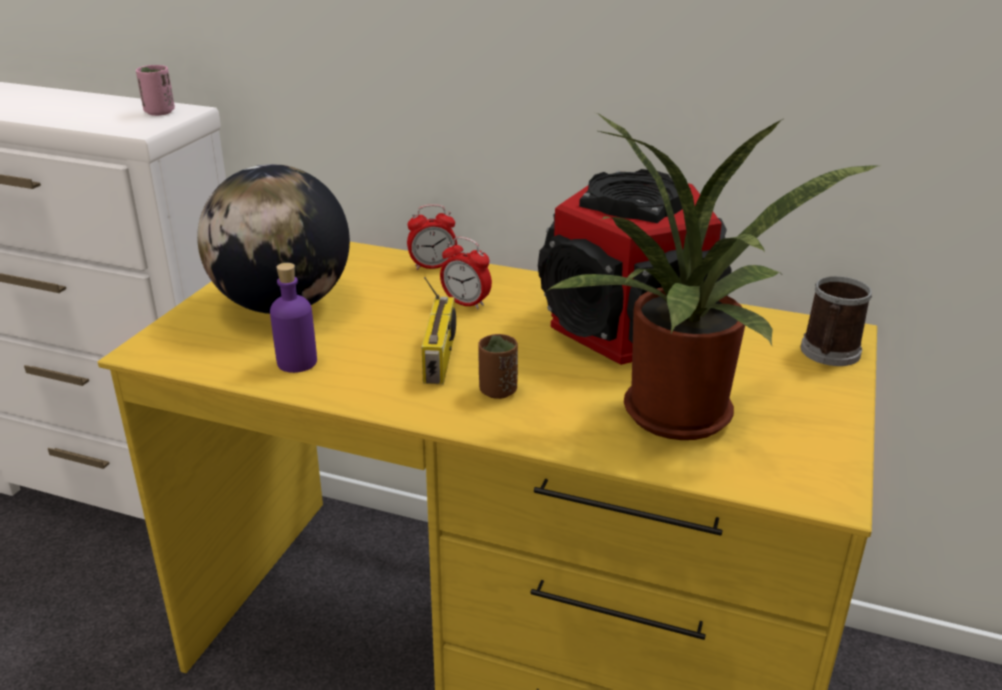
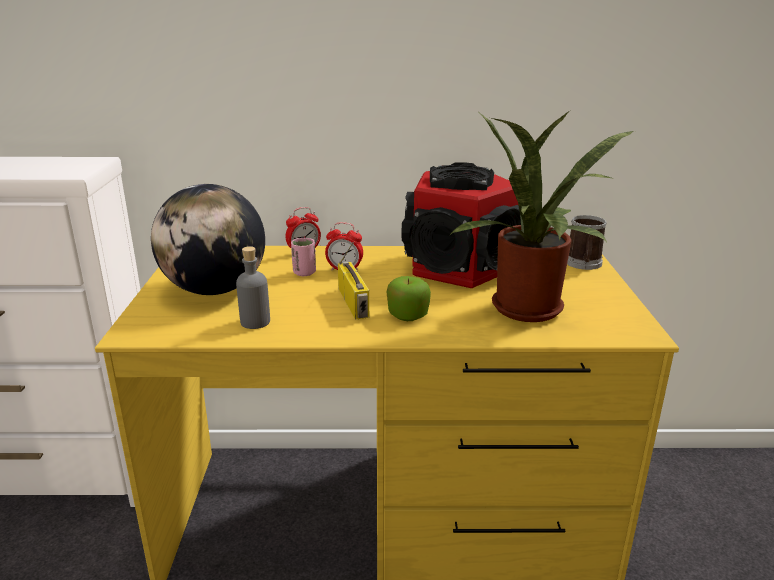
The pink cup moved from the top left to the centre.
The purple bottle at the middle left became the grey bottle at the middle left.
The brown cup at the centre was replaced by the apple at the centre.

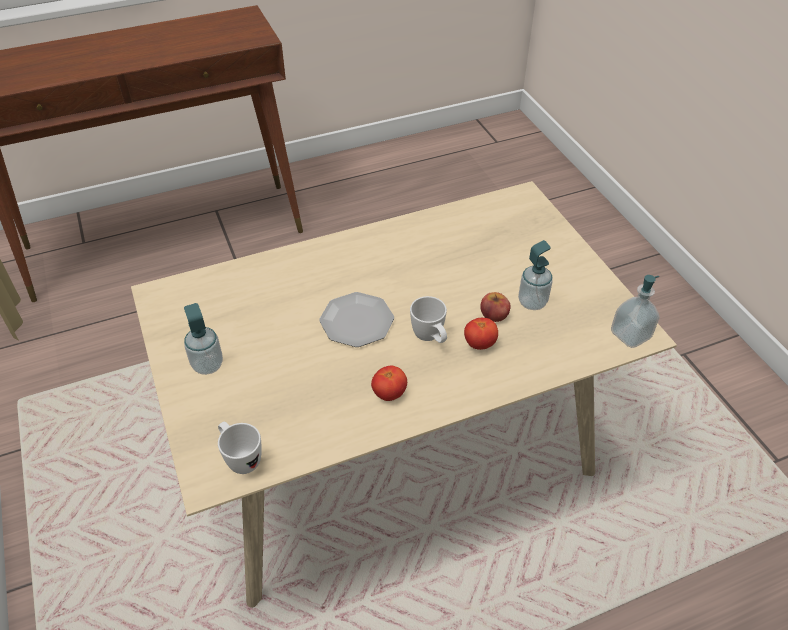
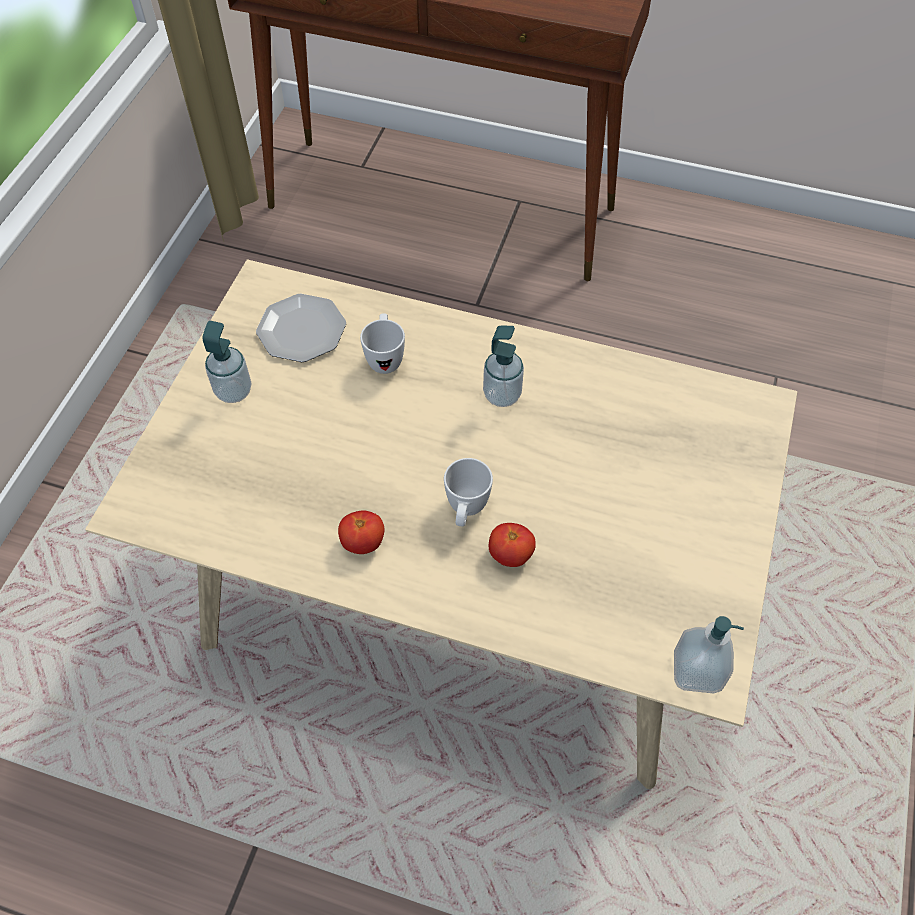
The soap dispenser (2nd from left) moved from the middle right to the centre.
The plate moved from the centre to the middle left.
The apple at the centre disappeared.
The white mug (1st from left) moved from the bottom left to the centre.

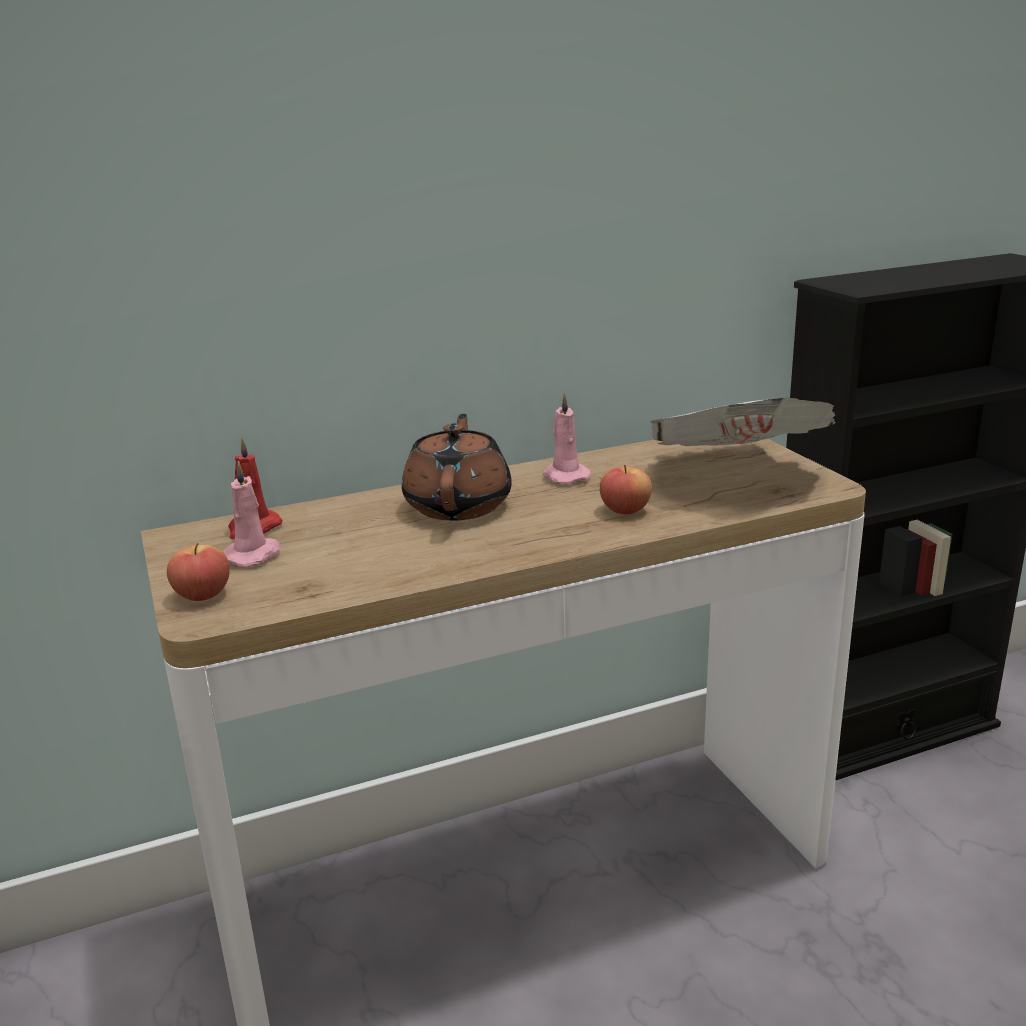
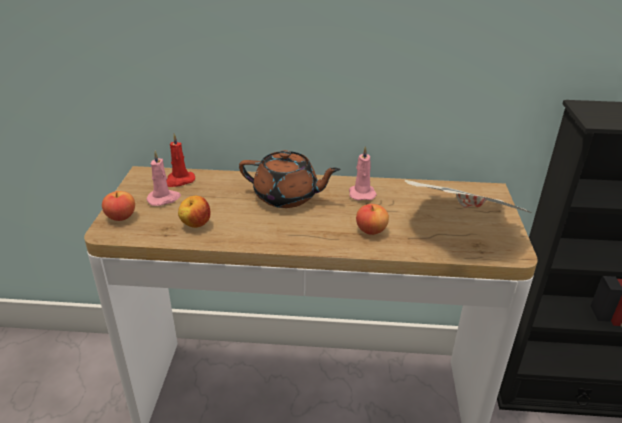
The brown teapot at the centre turned 75 degrees clockwise.
The apple (2nd from left) at the middle left appeared.

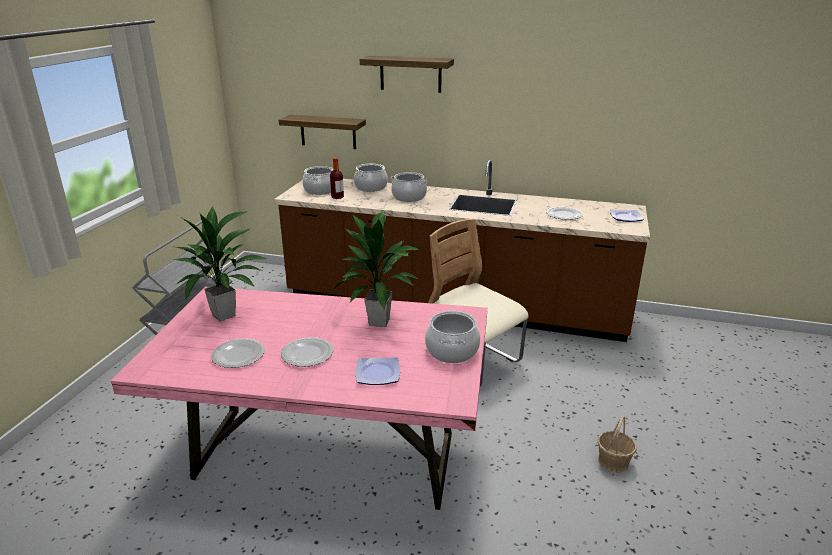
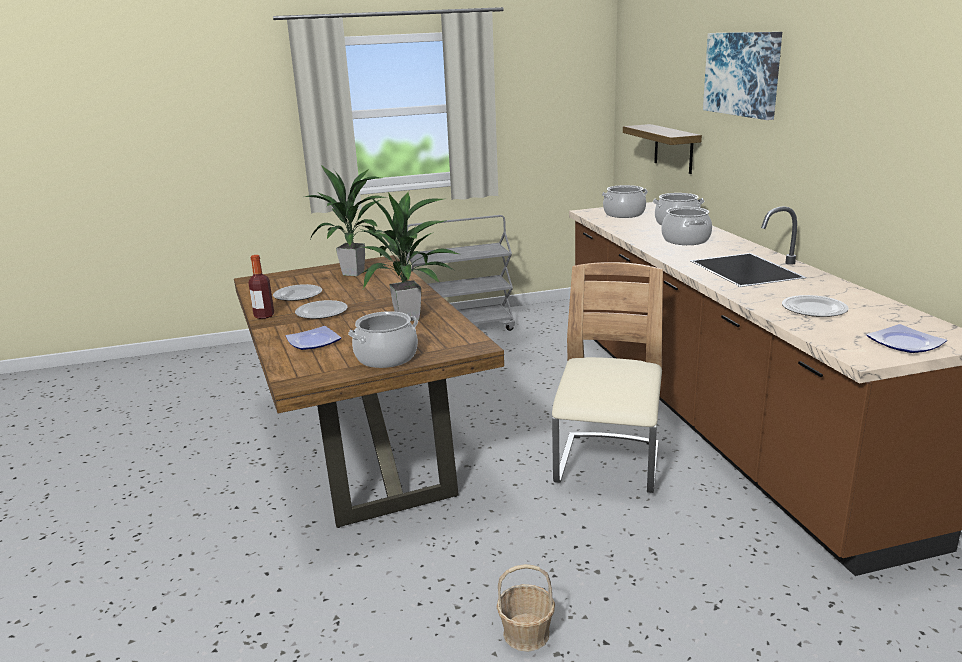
The shelf (2nd from left) at the top centre was replaced by the picture at the top right.
The bottle moved from the top centre to the middle left.
The pink dining table at the bottom centre became the brown dining table at the centre.

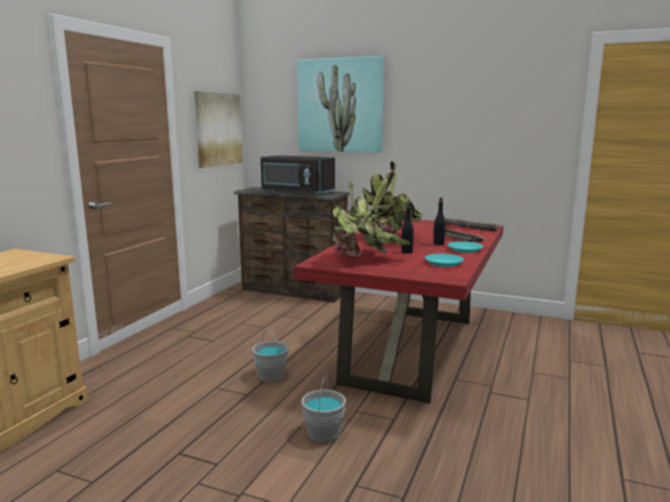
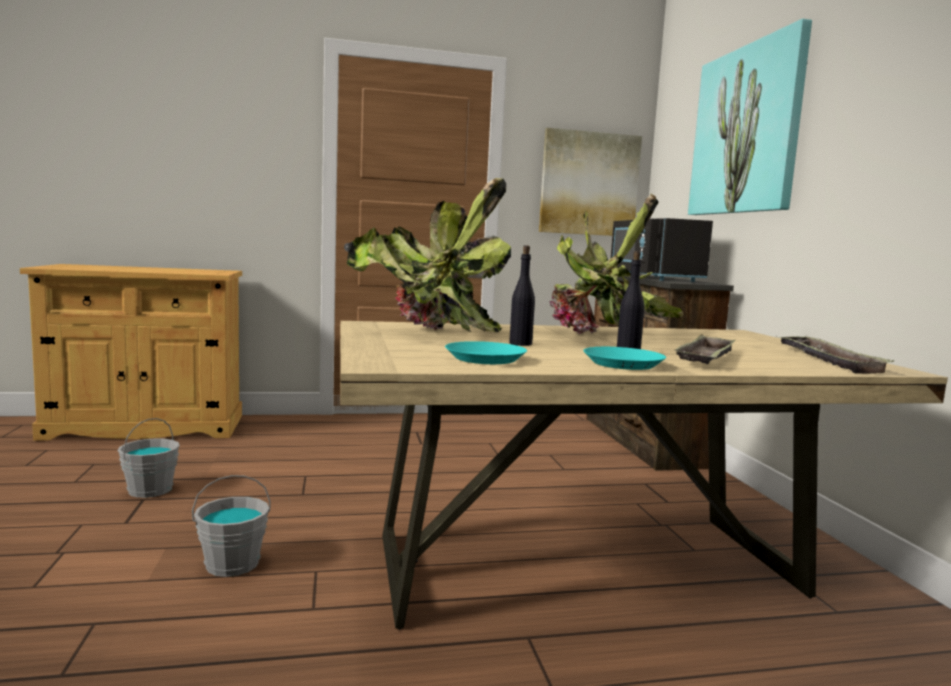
The red dining table at the centre became the beige dining table at the bottom right.
The grey bucket (1st from left) moved from the bottom centre to the bottom left.

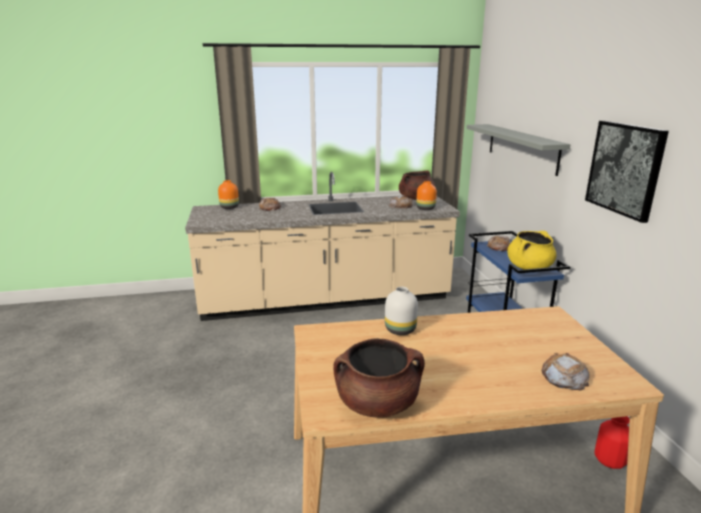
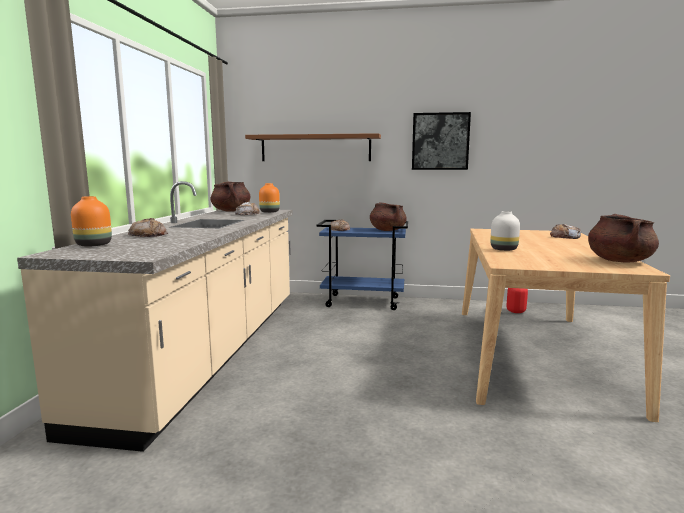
The grey shelf at the top right became the brown shelf at the top centre.
The yellow cooking pot at the middle right became the brown cooking pot (2nd from left) at the centre.

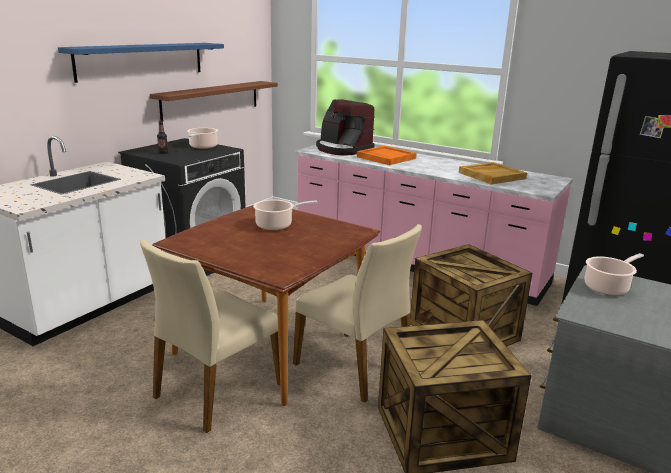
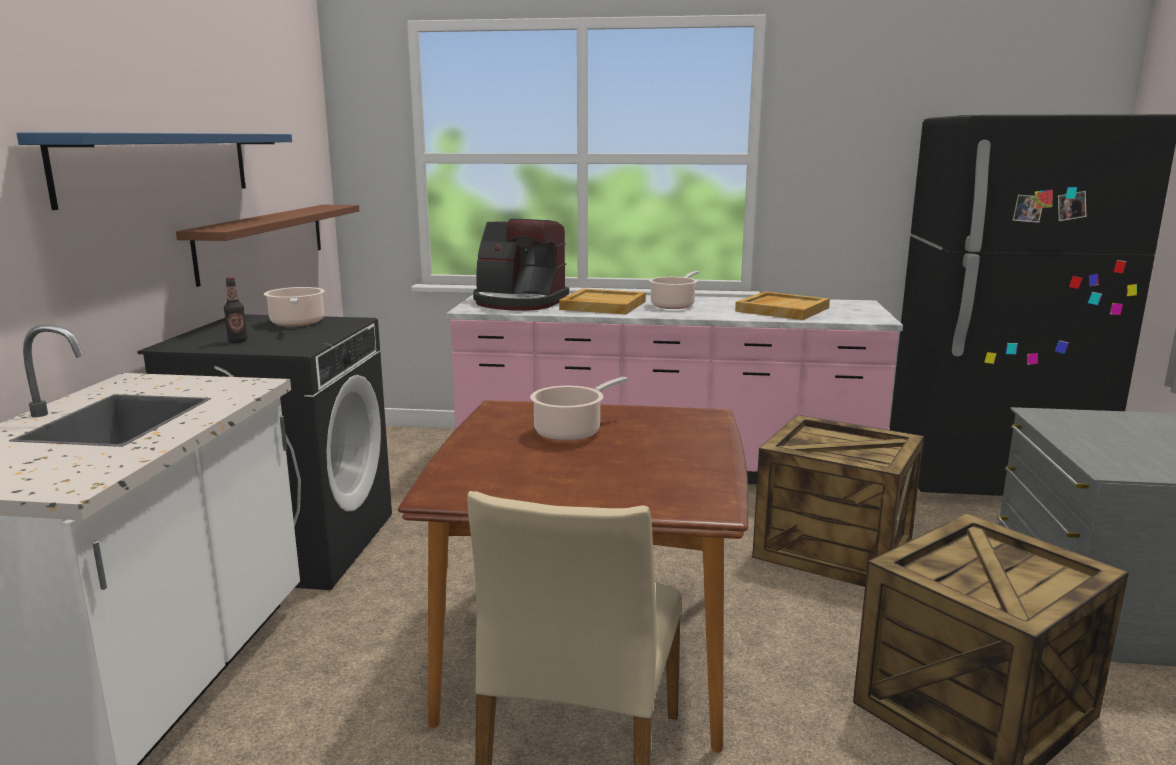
The orange tray at the top centre became the beige tray (1st from left) at the centre.
The beige chair (2nd from left) at the centre disappeared.
The cooking pot (3rd from left) moved from the middle right to the centre.

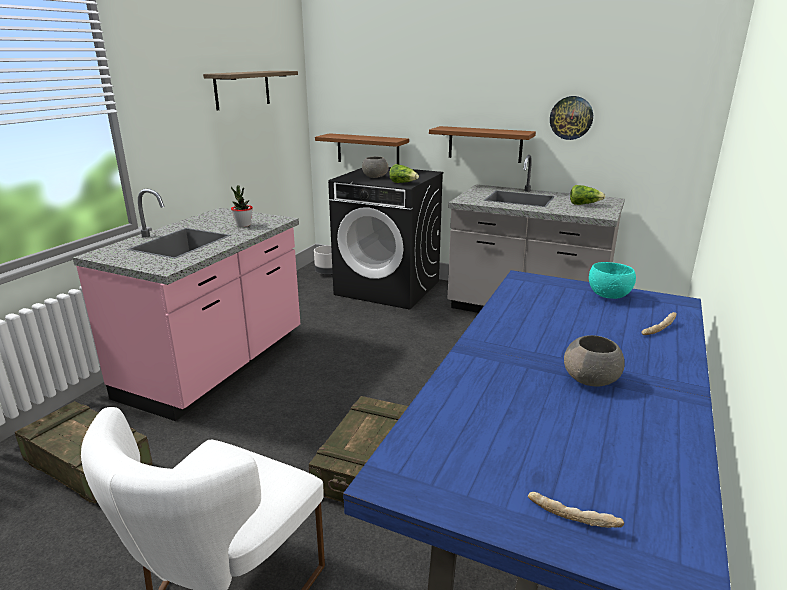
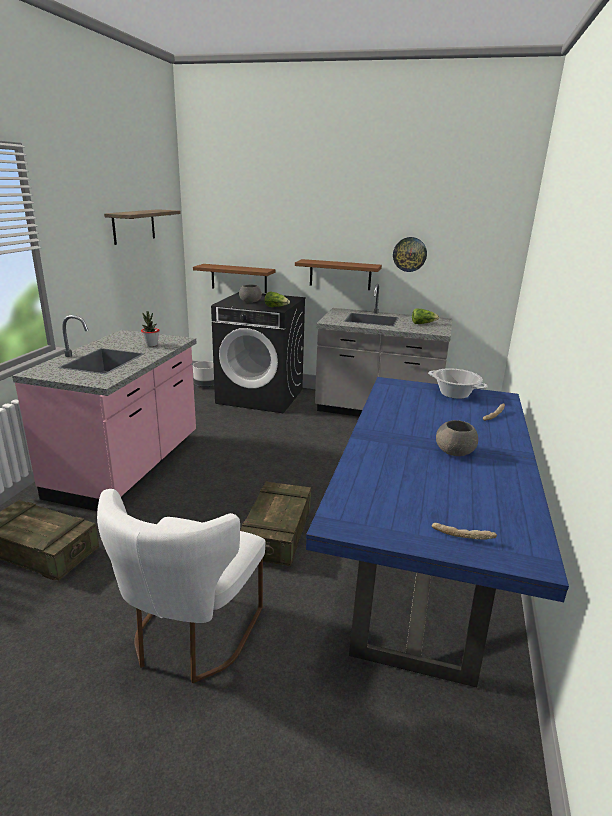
The turquoise bowl at the middle right was replaced by the cooking pot at the middle right.

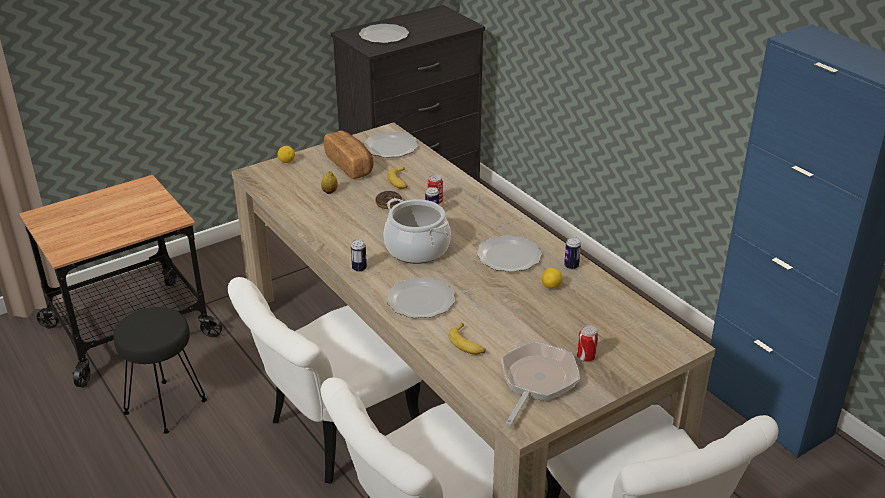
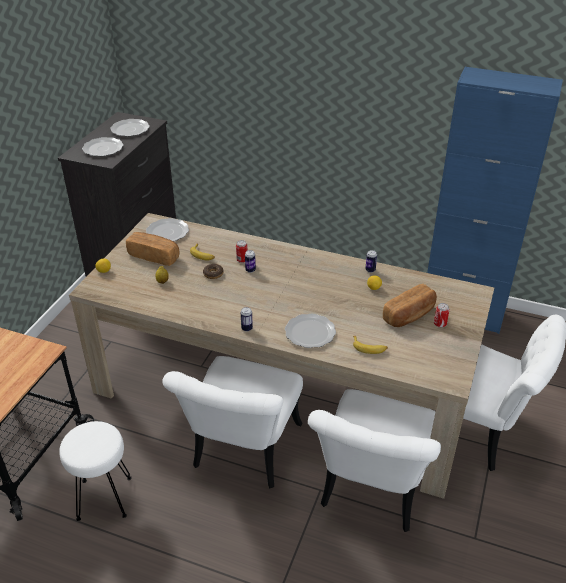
The cooking pot at the centre disappeared.
The plate (4th from left in the first image) moved from the centre to the top left.
The black stool at the bottom left became the white stool at the bottom left.
The frying pan at the bottom centre disappeared.
The bread (2nd from left) at the middle right appeared.

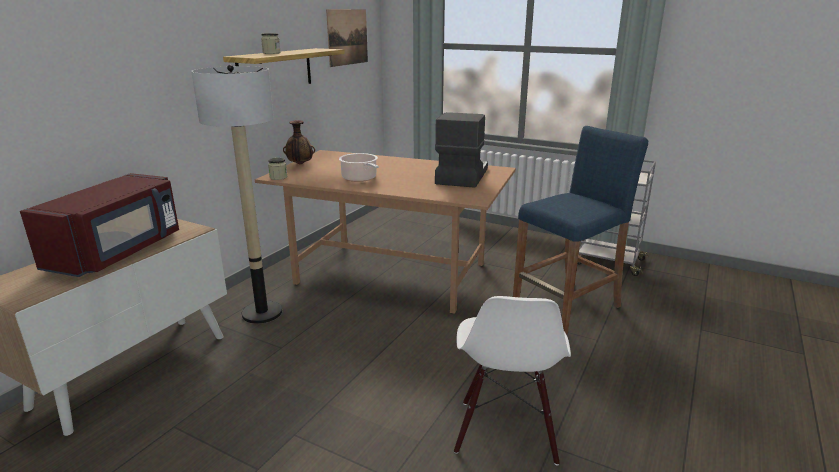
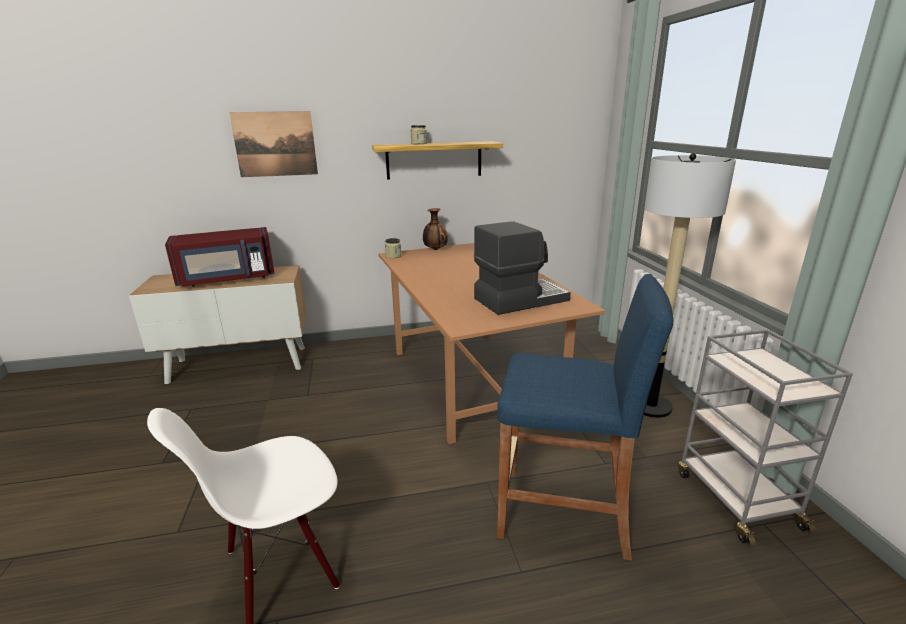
The picture moved from the top centre to the top left.
The floor lamp moved from the middle left to the middle right.
The cooking pot at the centre disappeared.

